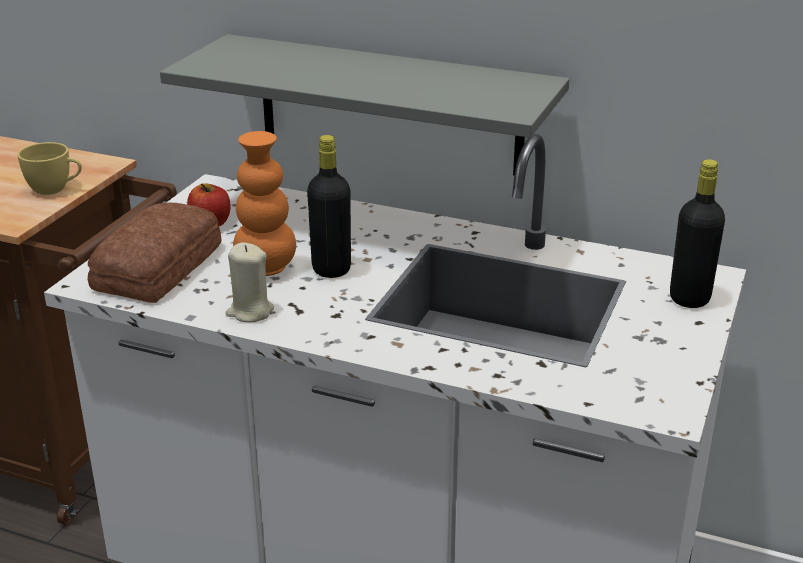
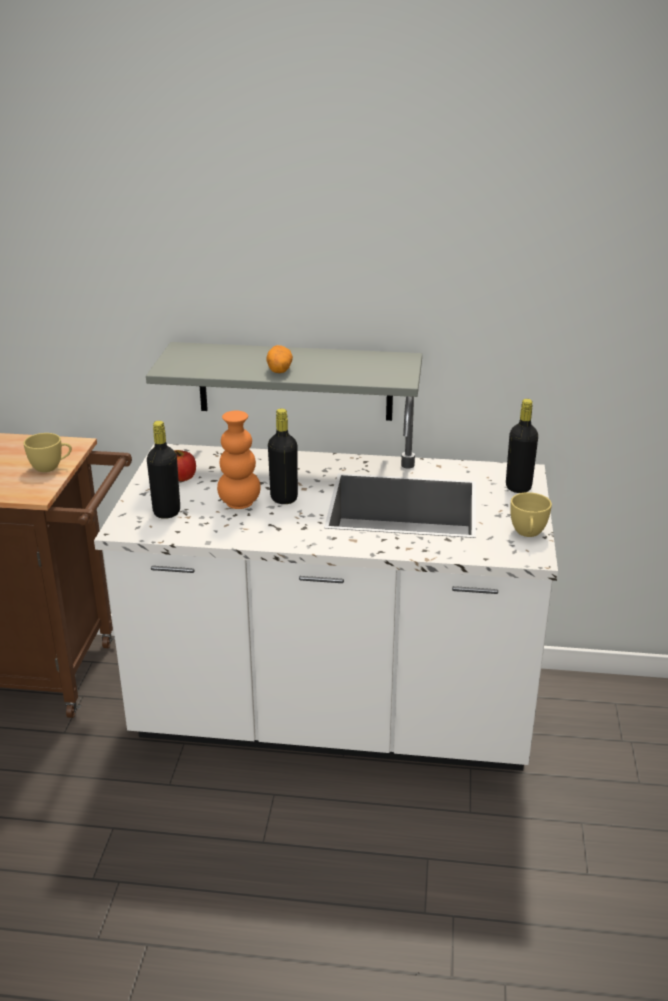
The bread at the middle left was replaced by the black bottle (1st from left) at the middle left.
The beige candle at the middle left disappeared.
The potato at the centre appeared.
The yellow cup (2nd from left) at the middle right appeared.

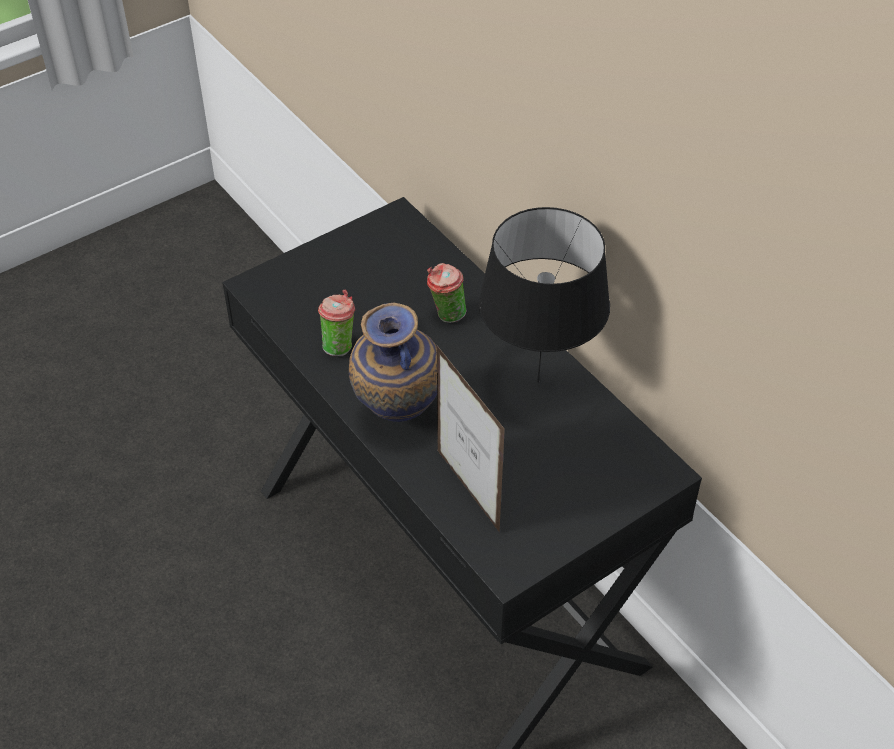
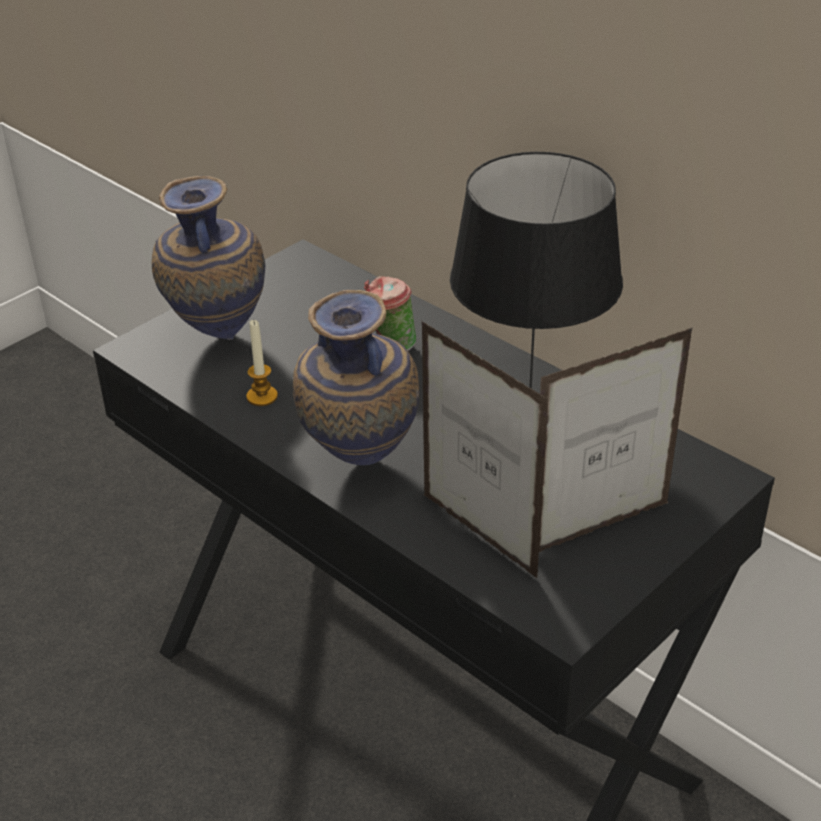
The cup (1st from left) at the centre was replaced by the candle at the middle left.
The vase (1st from left) at the top left appeared.
The picture frame (2nd from left) at the middle right appeared.

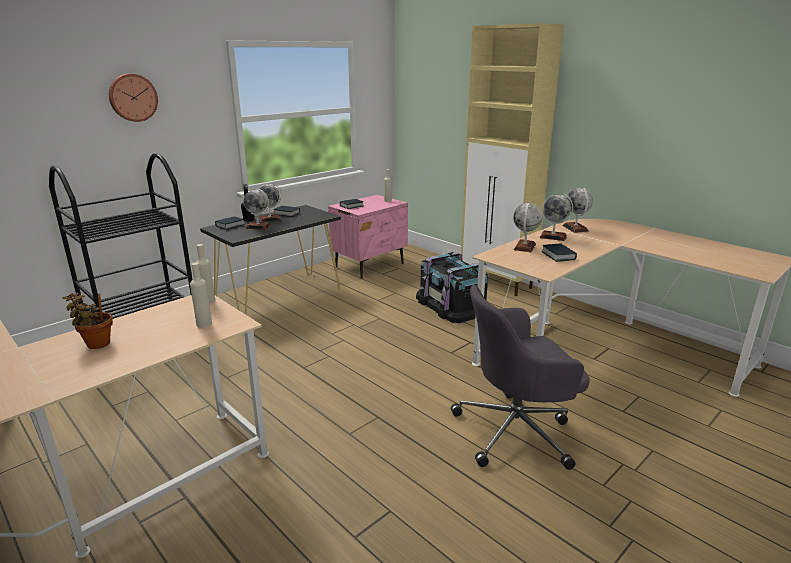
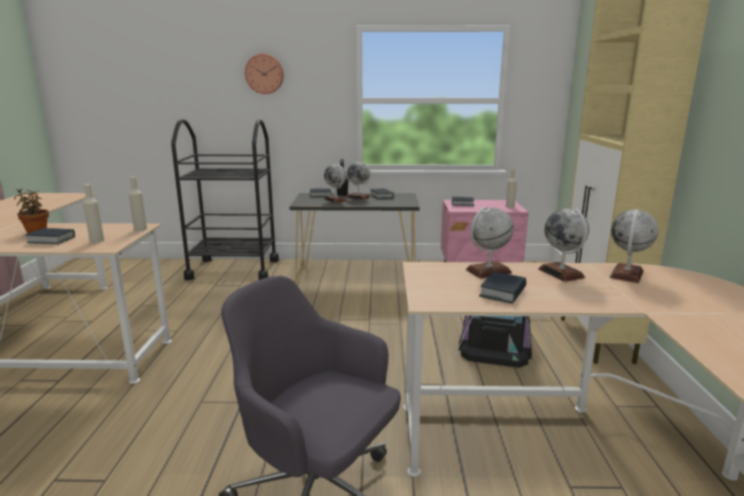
The book (1st from left) at the middle left appeared.

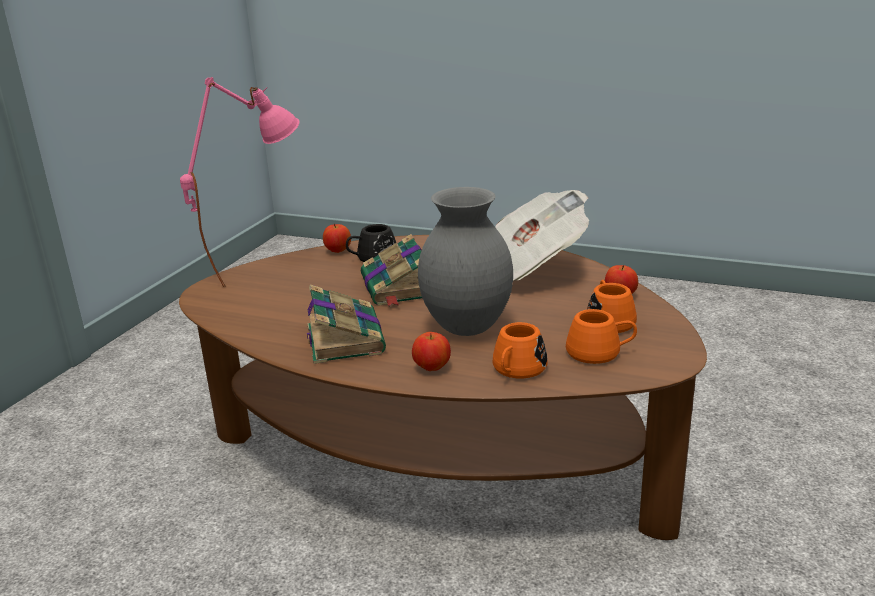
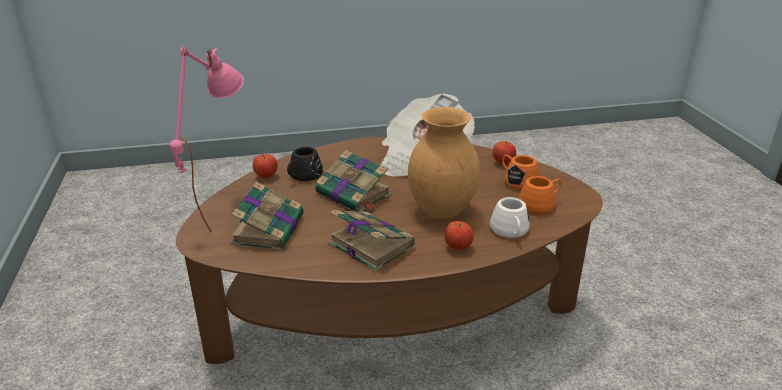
The grey vase at the centre became the brown vase at the centre.
The orange mug (1st from left) at the centre became the white mug at the centre.
The book (1st from left) at the centre appeared.

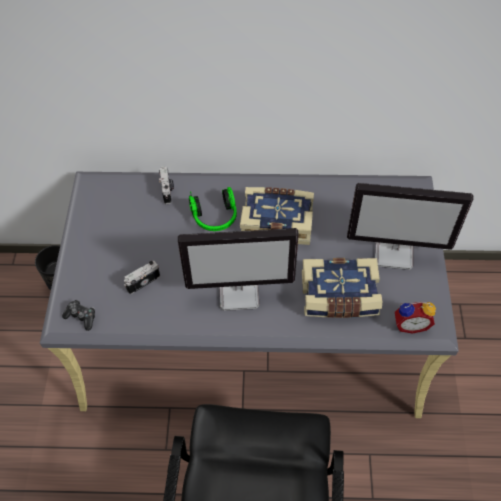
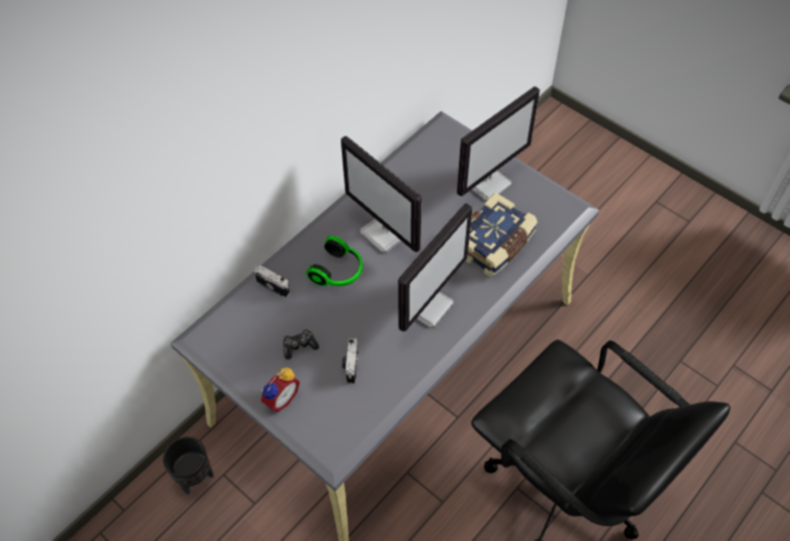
The book (1st from left) at the centre was replaced by the monitor (1st from left) at the centre.
The game controller moved from the middle left to the centre.
The alarm clock moved from the middle right to the bottom centre.

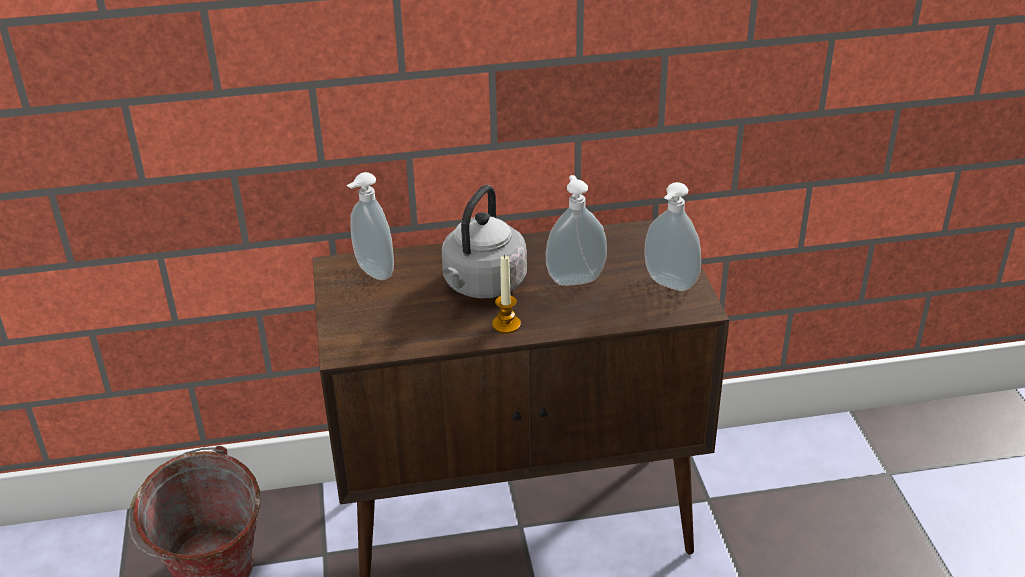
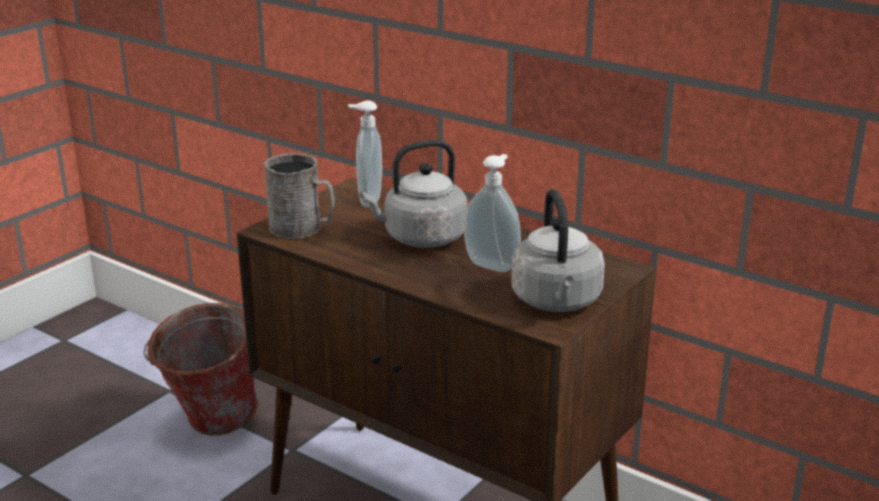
The soap dispenser (3rd from left) at the centre was replaced by the grey kettle (2nd from left) at the centre.
The candle at the centre disappeared.
The grey mug at the centre appeared.

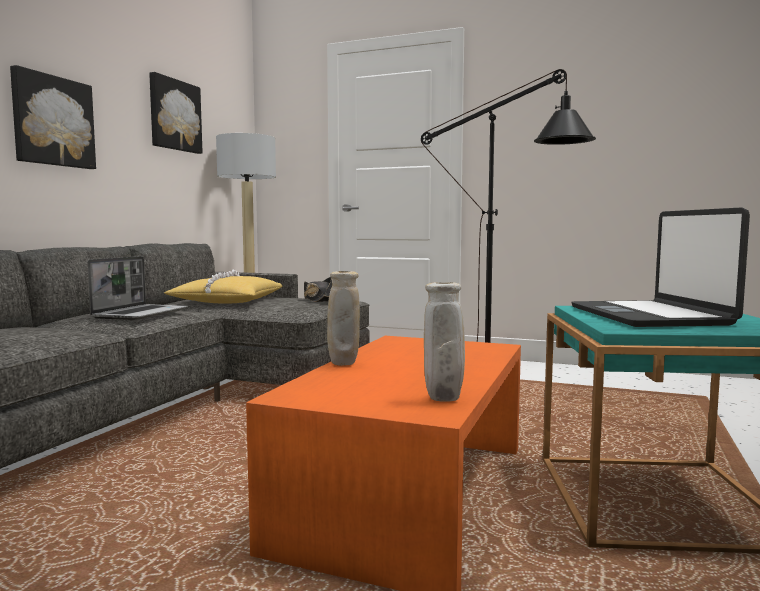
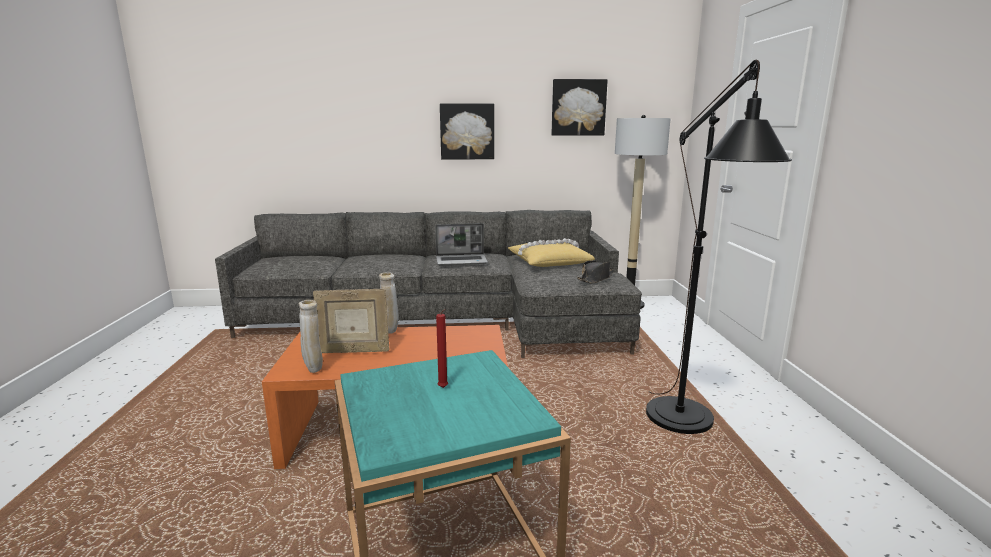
The laptop (2nd from left) at the middle right was replaced by the red candle at the centre.
The picture frame at the centre appeared.

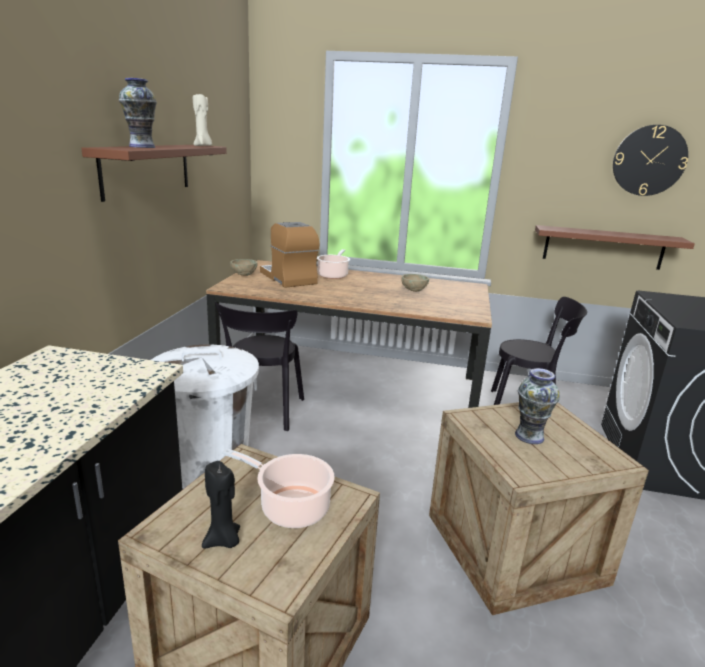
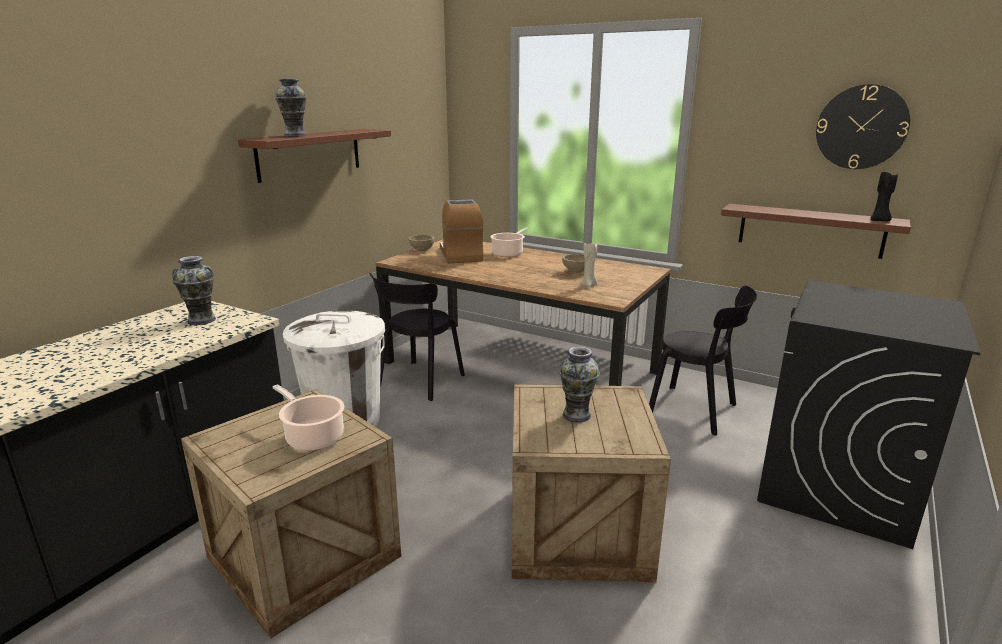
The beige candle moved from the top left to the centre.
The black candle moved from the bottom left to the top right.
The vase (1st from left) at the middle left appeared.

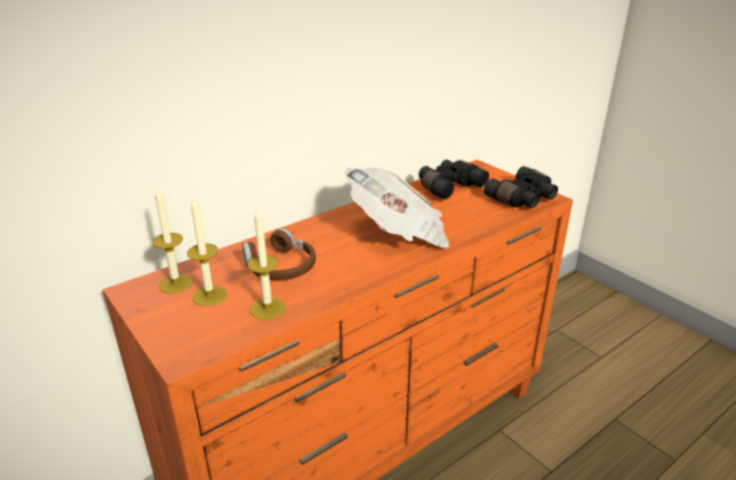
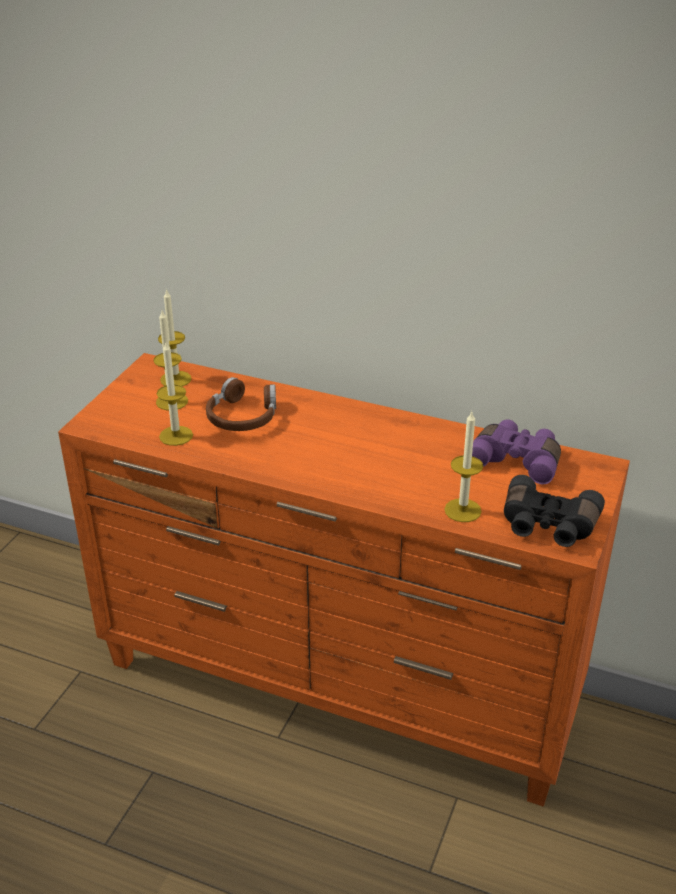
The black binoculars (1st from left) at the centre became the purple binoculars at the middle right.
The newspaper at the centre disappeared.
The candle (4th from left) at the middle right appeared.

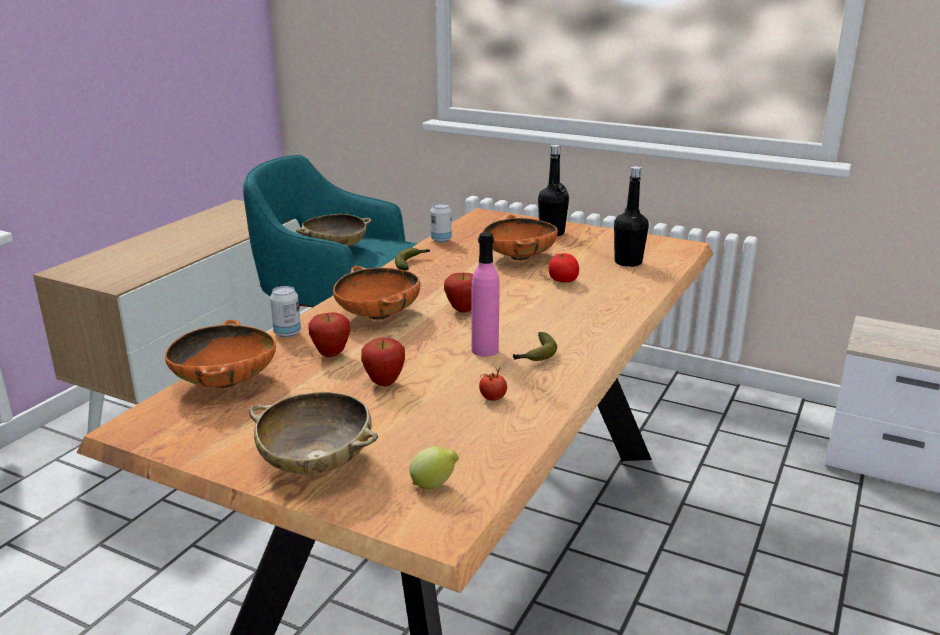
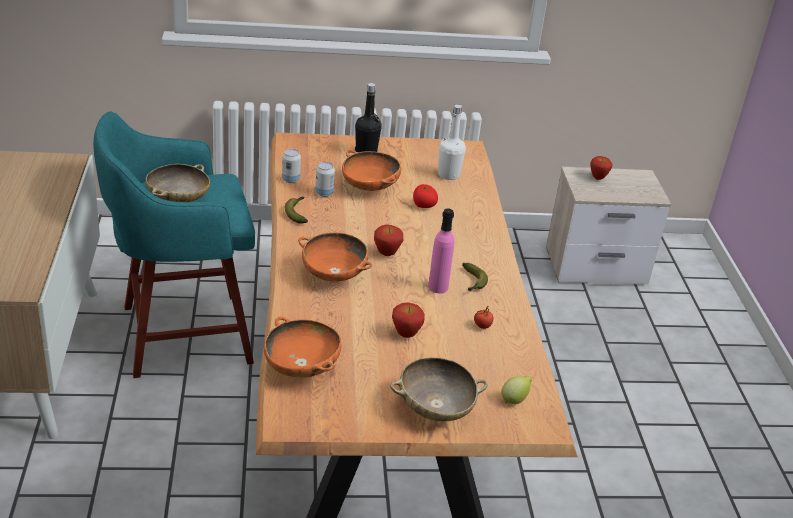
The black bottle (2nd from left) at the middle right became the white bottle at the top centre.
The can (1st from left in the first image) moved from the middle left to the centre.
The apple (1st from left in the first image) moved from the centre to the top right.

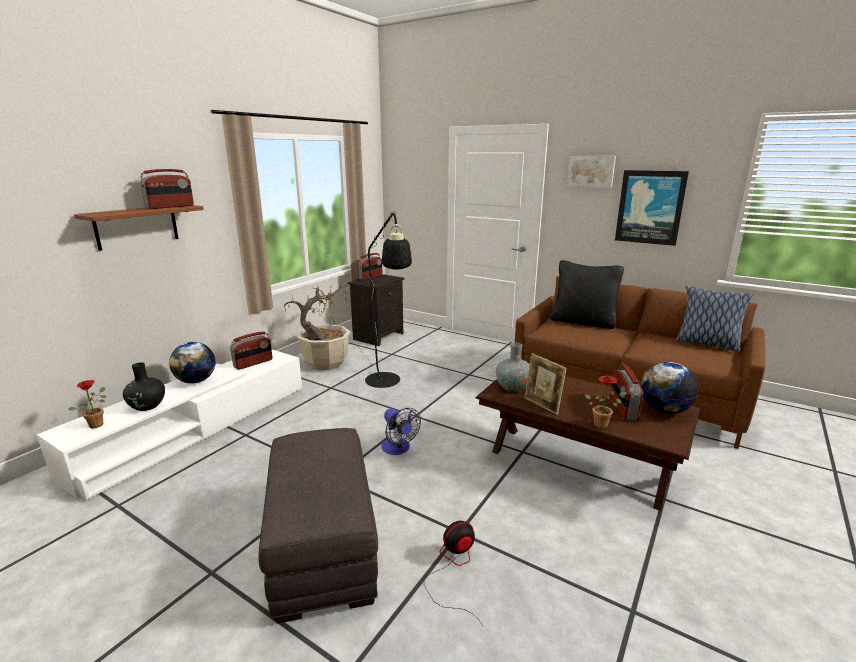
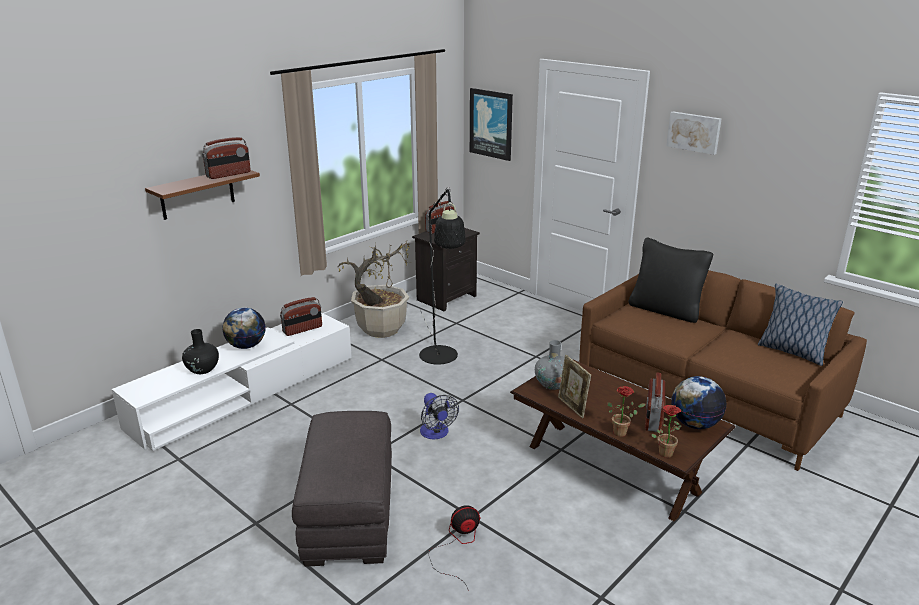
The picture (2nd from left in the first image) moved from the top right to the top centre.
The potted plant (1st from left in the first image) moved from the middle left to the bottom right.

